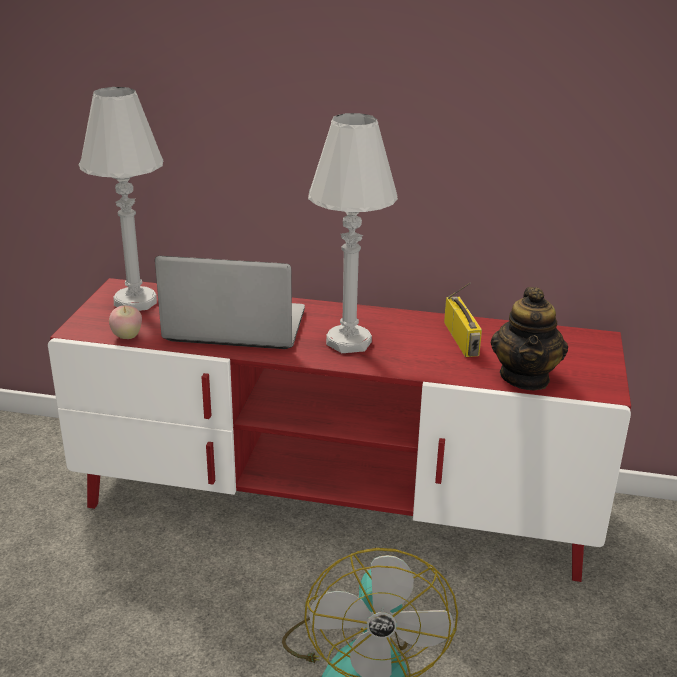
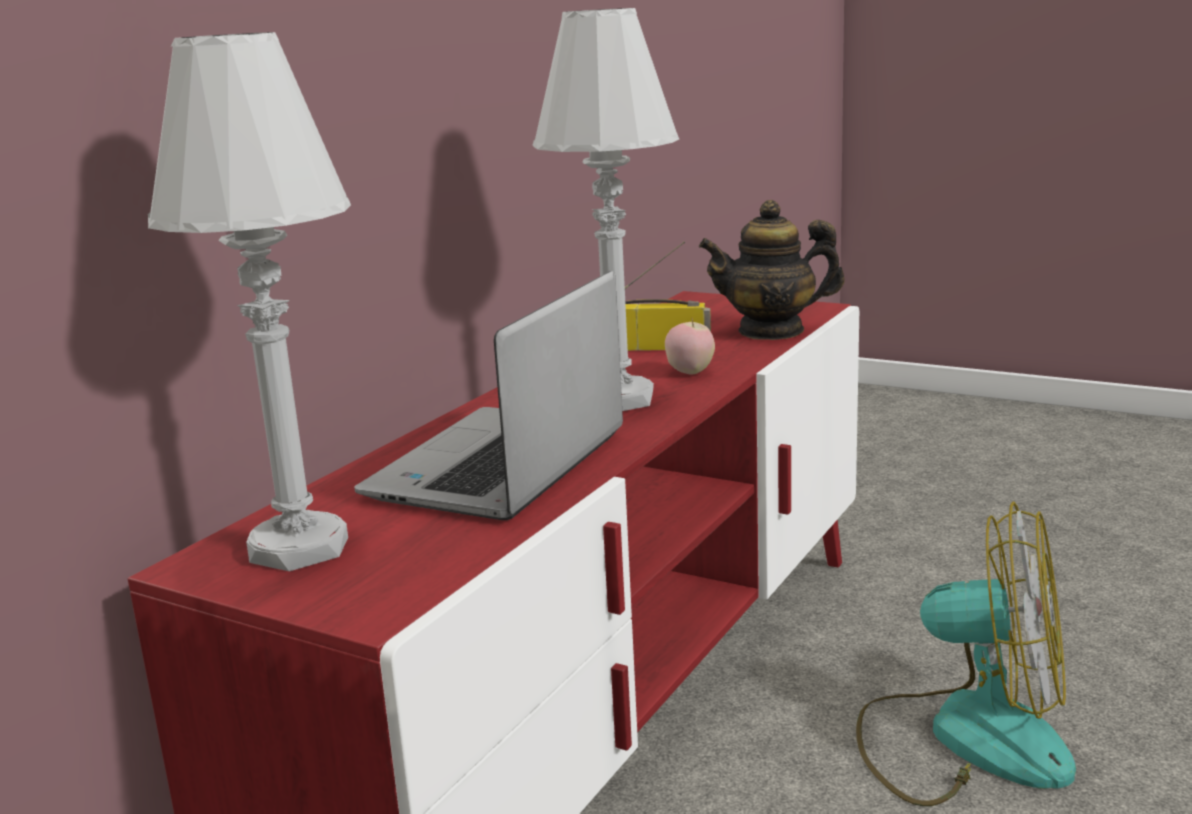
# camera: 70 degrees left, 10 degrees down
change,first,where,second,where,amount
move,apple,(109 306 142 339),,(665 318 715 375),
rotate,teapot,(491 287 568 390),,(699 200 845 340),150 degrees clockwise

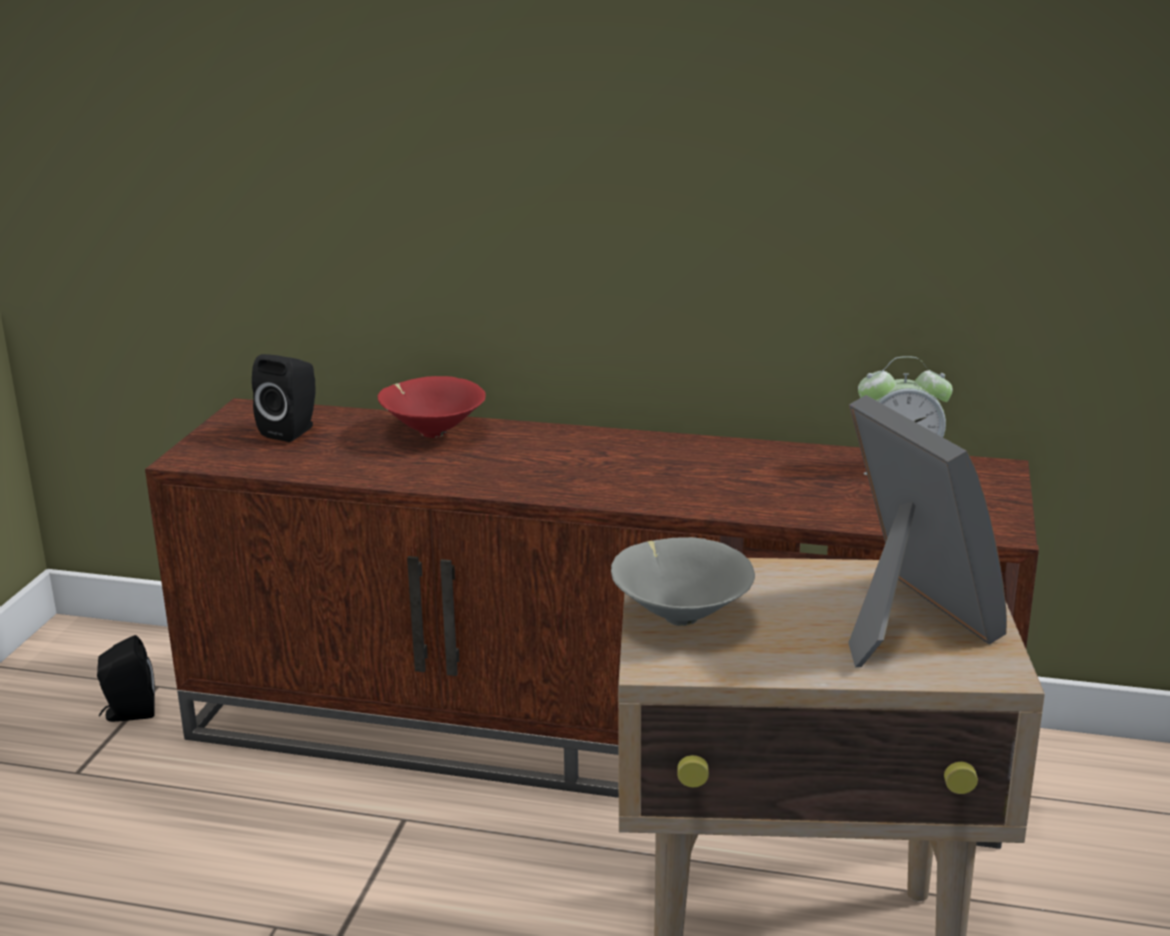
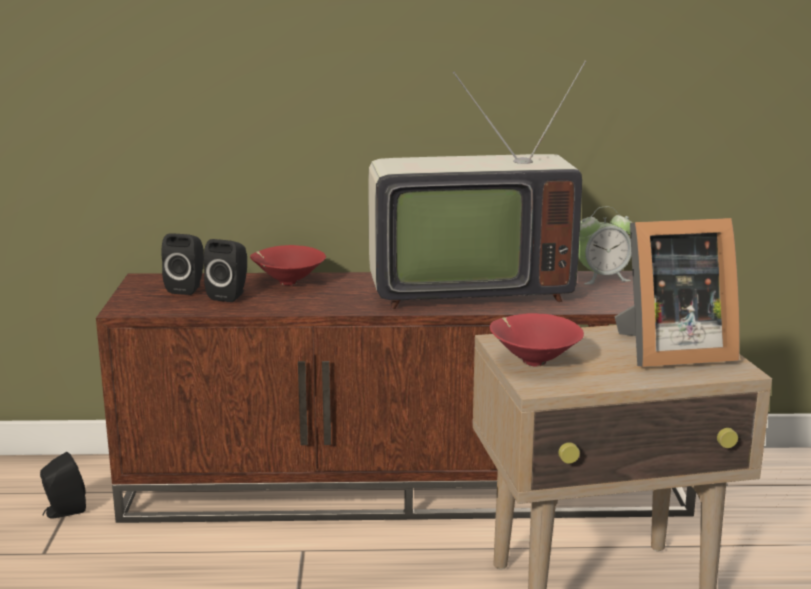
# camera: 15 degrees left, 5 degrees down
change,first,where,second,where,amount
recolor,grey_bowl,(611 537 755 626),red_bowl,(490 313 584 367),
rotate,picture_frame,(848 395 1007 667),,(614 218 740 367),120 degrees clockwise
insert,,,black_speaker,(204 239 247 302),
insert,,,television,(368 61 586 309),

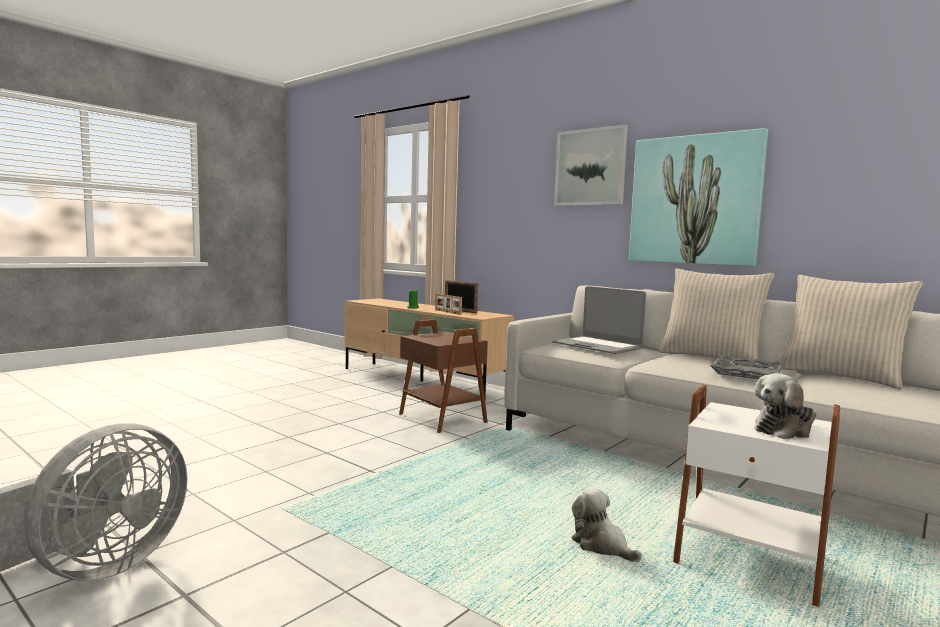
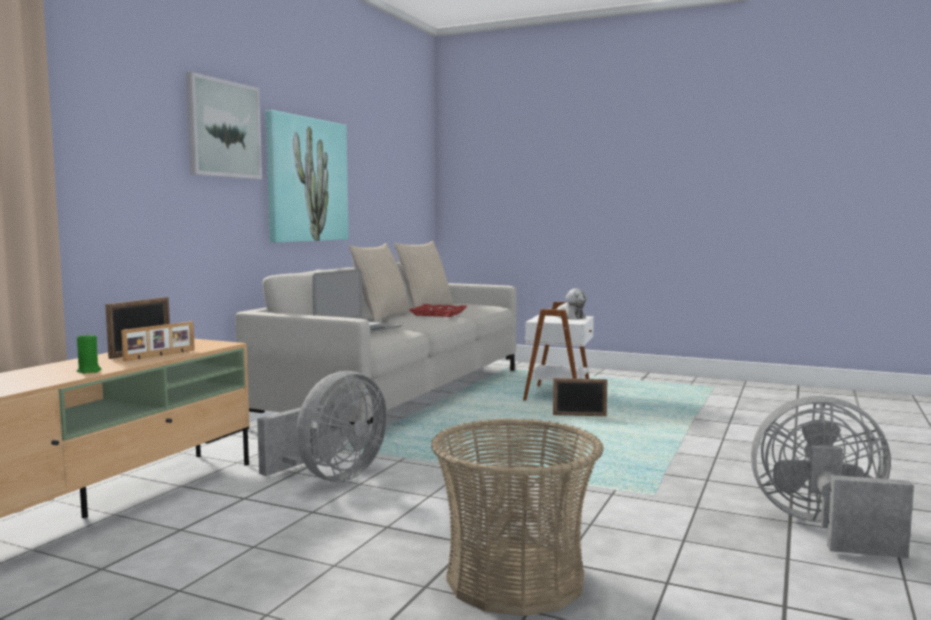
# camera: 105 degrees left, 0 degrees up
change,first,where,second,where,amount
replace,brown_side_table,(399 320 488 433),grey_fan,(257 371 387 481),
replace,plush_toy,(571 488 642 562),picture_frame,(553 378 607 416),
recolor,grey_tray,(710 355 785 379),red_tray,(409 304 467 317),
insert,,,basket,(431 419 604 616),

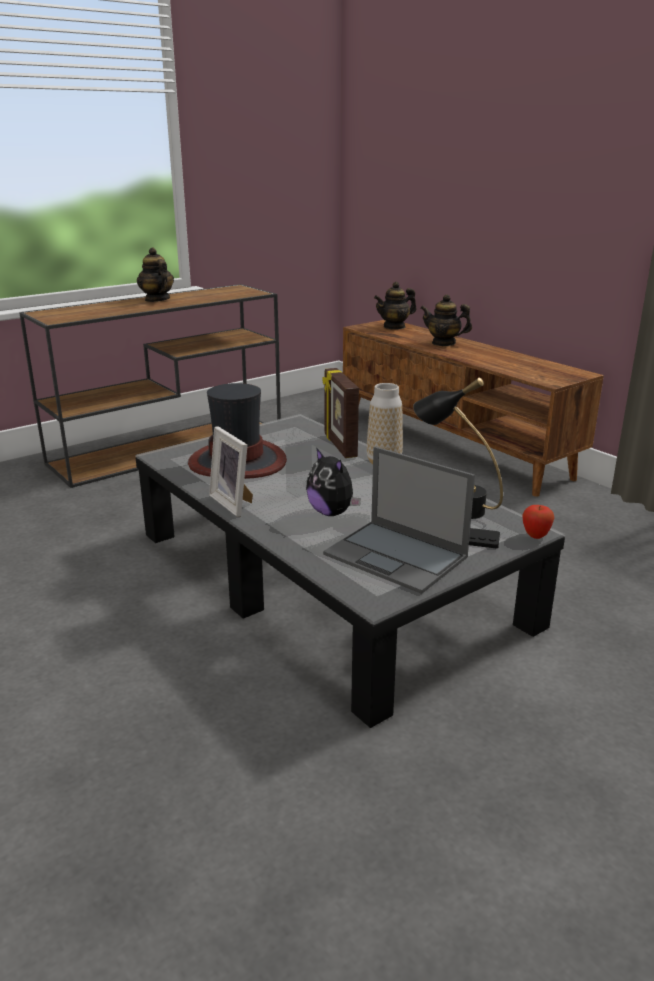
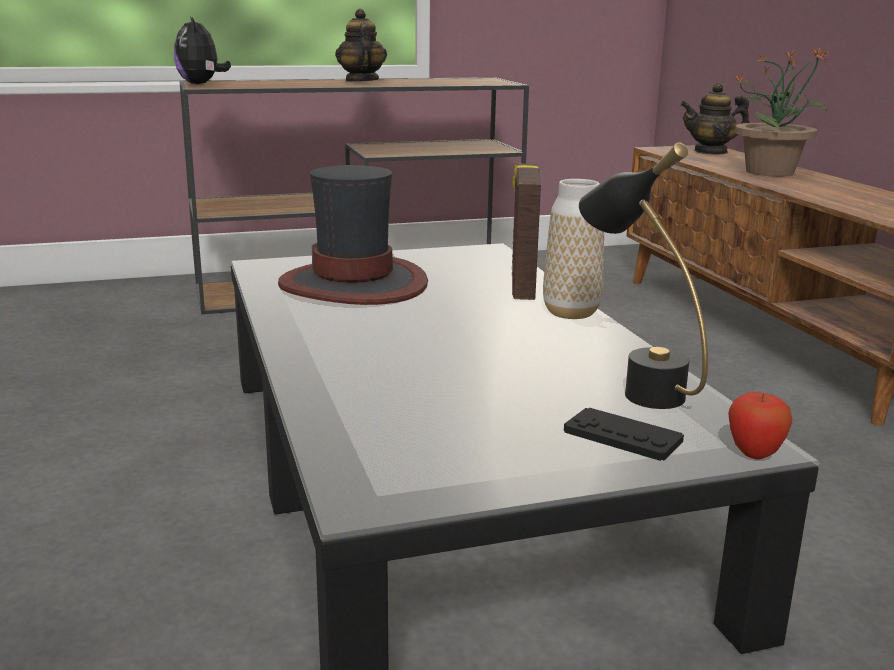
# camera: 20 degrees right, 5 degrees down
change,first,where,second,where,amount
delete,picture_frame,(209 426 253 517),,,
move,plush_toy,(306 448 361 516),,(174 16 231 84),
delete,laptop,(323 446 475 594),,,
replace,teapot,(421 294 472 346),potted_plant,(732 47 829 177),

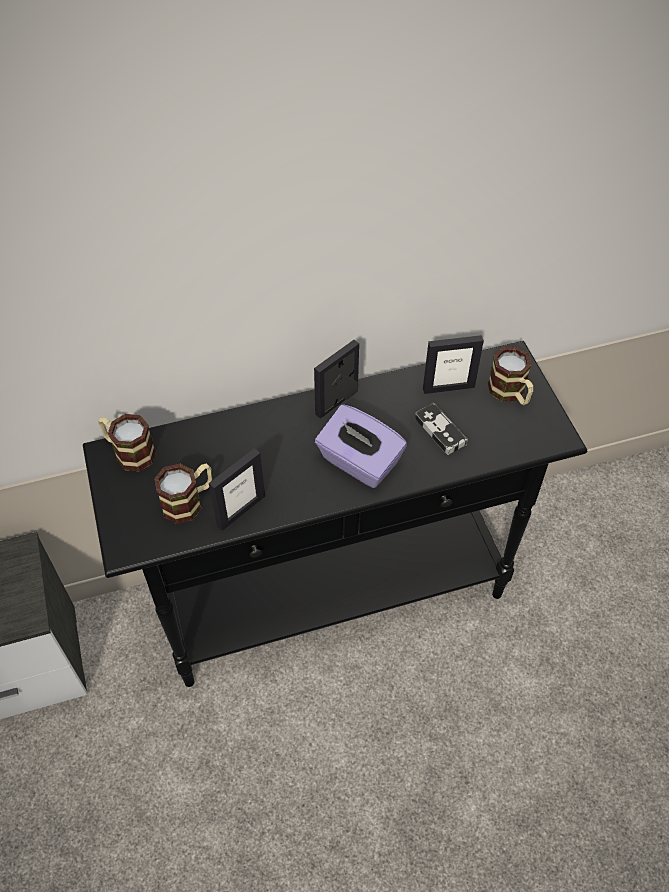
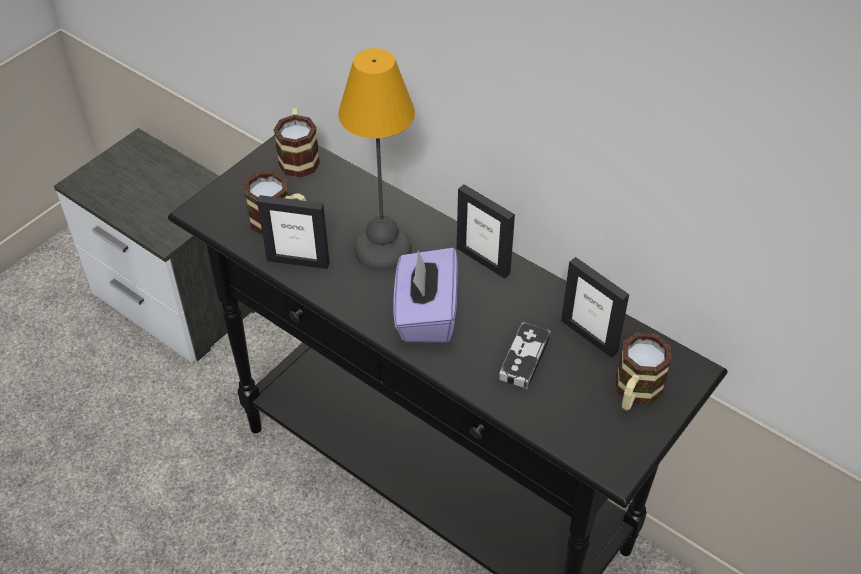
# camera: 55 degrees right, 5 degrees down
change,first,where,second,where,amount
rotate,picture_frame,(314 340 359 419),,(457 184 515 279),150 degrees counterclockwise
insert,,,table_lamp,(338 48 415 271),

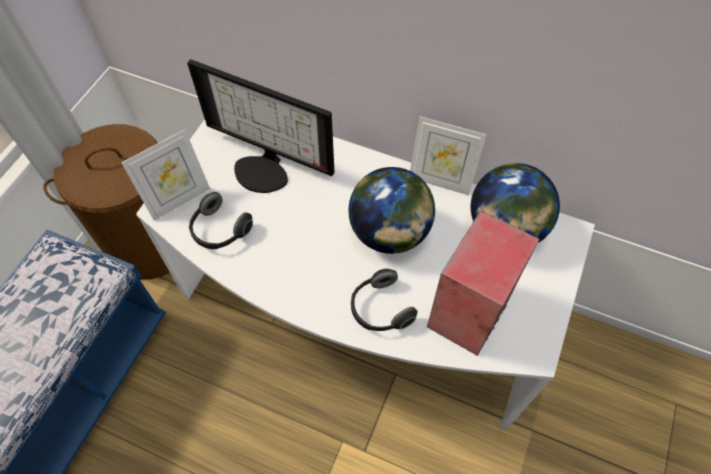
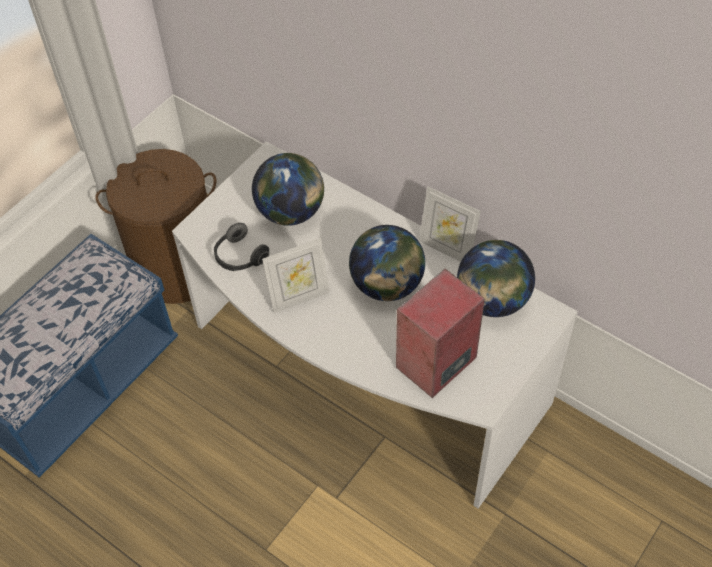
# camera: 15 degrees right, 5 degrees down
change,first,where,second,where,amount
move,picture_frame,(121 130 210 220),,(262 238 329 313),
replace,monitor,(187 59 334 193),globe,(252 153 324 226),
delete,headphones,(351 268 418 331),,,

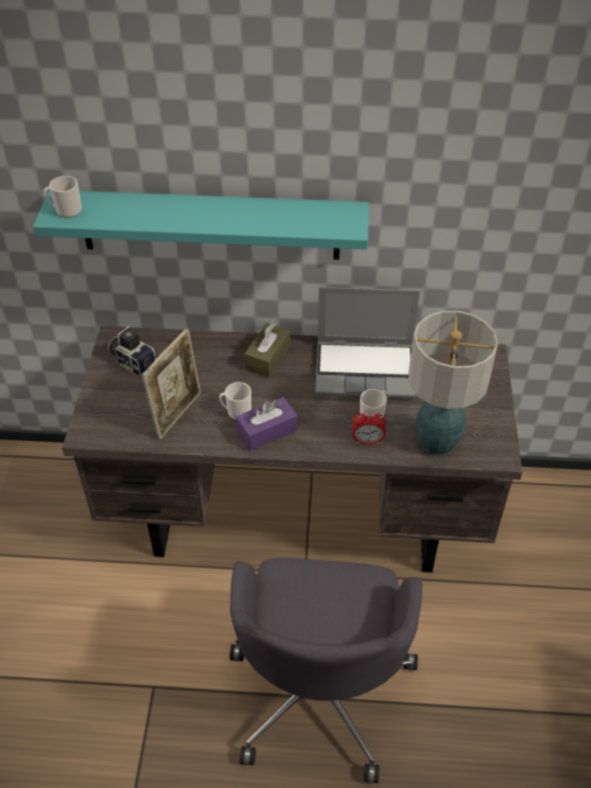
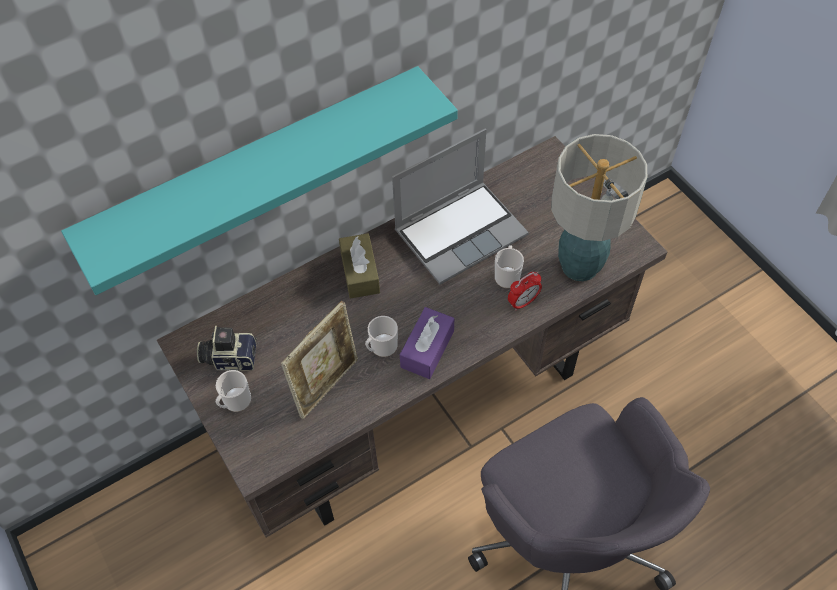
# camera: 35 degrees left, 10 degrees up
change,first,where,second,where,amount
move,mug,(44 176 82 218),,(216 370 251 412),
rotate,picture_frame,(142 328 201 440),,(281 301 358 419),45 degrees clockwise

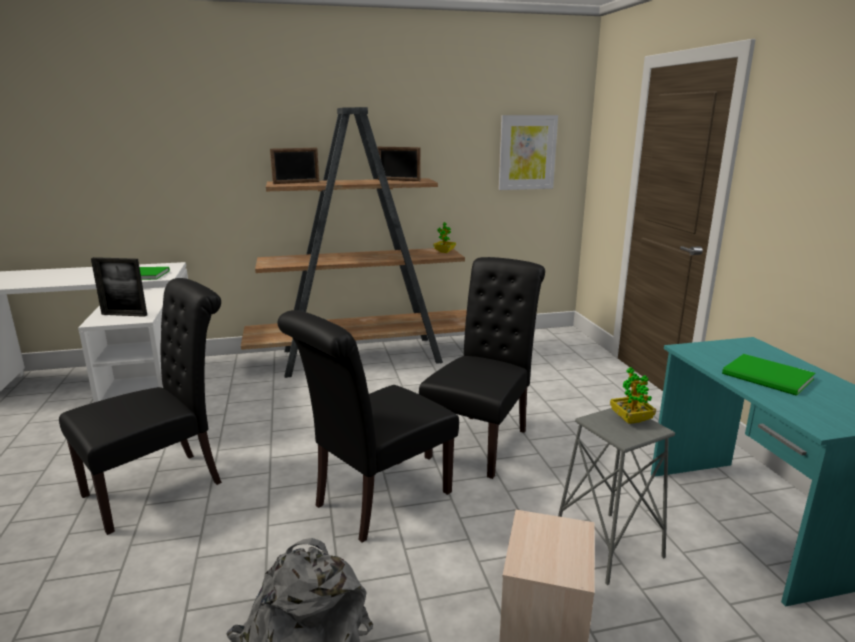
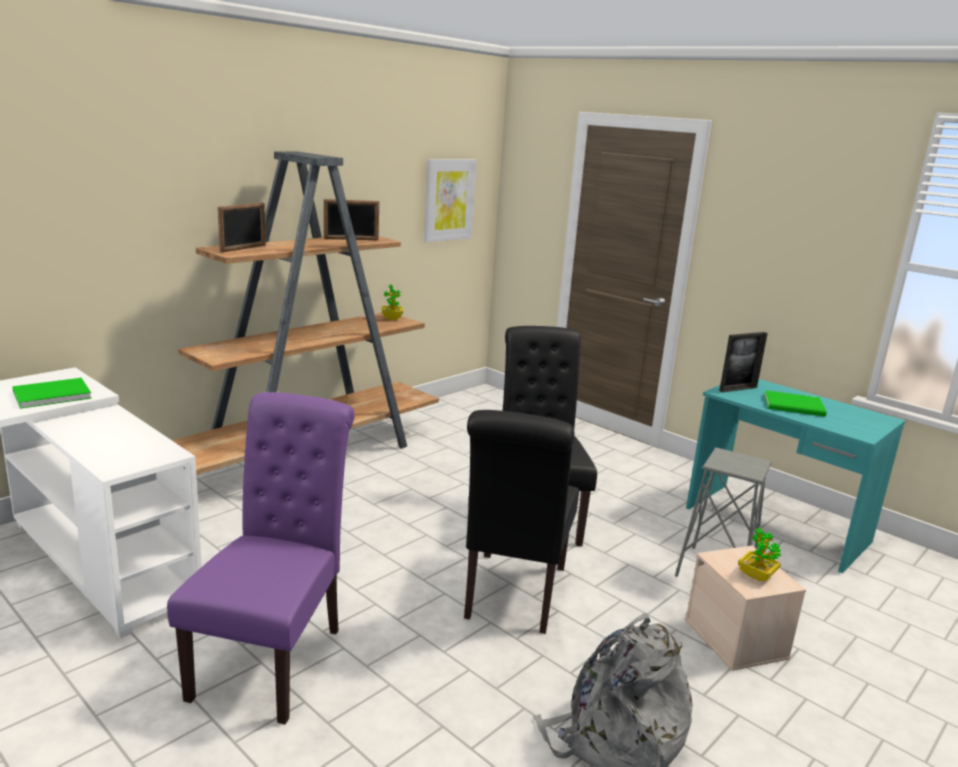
# camera: 35 degrees left, 0 degrees up
change,first,where,second,where,amount
recolor,black_chair,(59 278 222 535),purple_chair,(167 392 355 725),
move,picture_frame,(91 257 147 317),,(719 332 768 392),
move,potted_plant,(610 367 656 424),,(738 528 781 581),

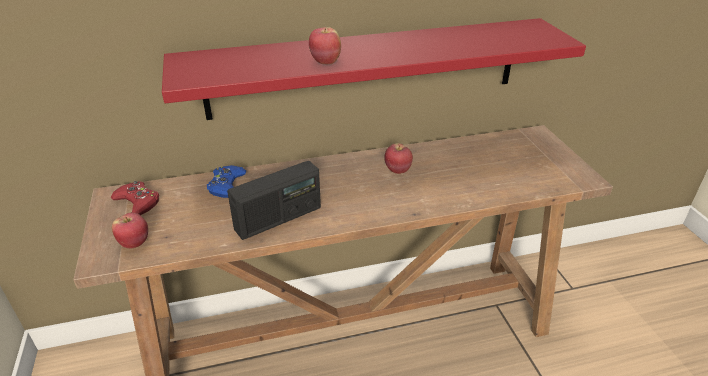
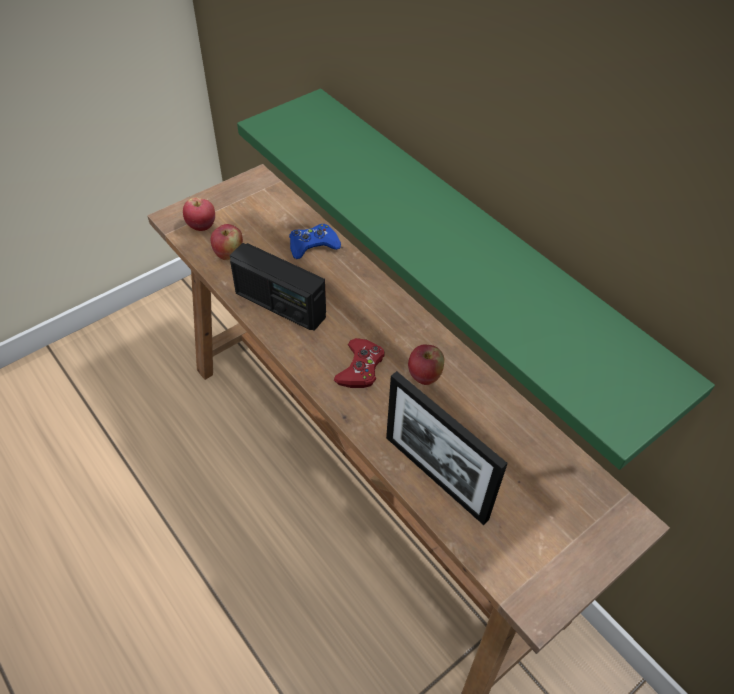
# camera: 65 degrees right, 15 degrees up
change,first,where,second,where,amount
move,red_game_controller,(111 181 159 215),,(334 338 384 388),
recolor,red_shelf,(162 18 586 120),green_shelf,(237 89 715 470),
move,apple,(309 27 341 64),,(211 224 243 260),
insert,,,picture_frame,(386 371 508 525),

